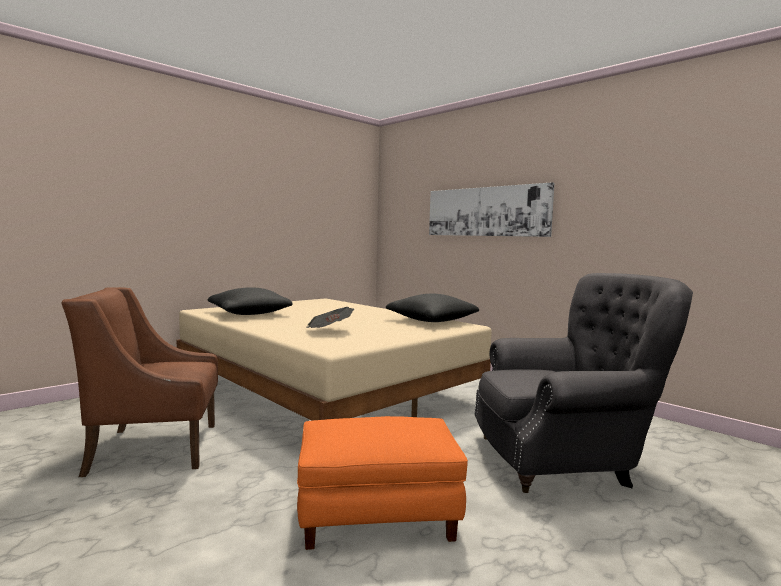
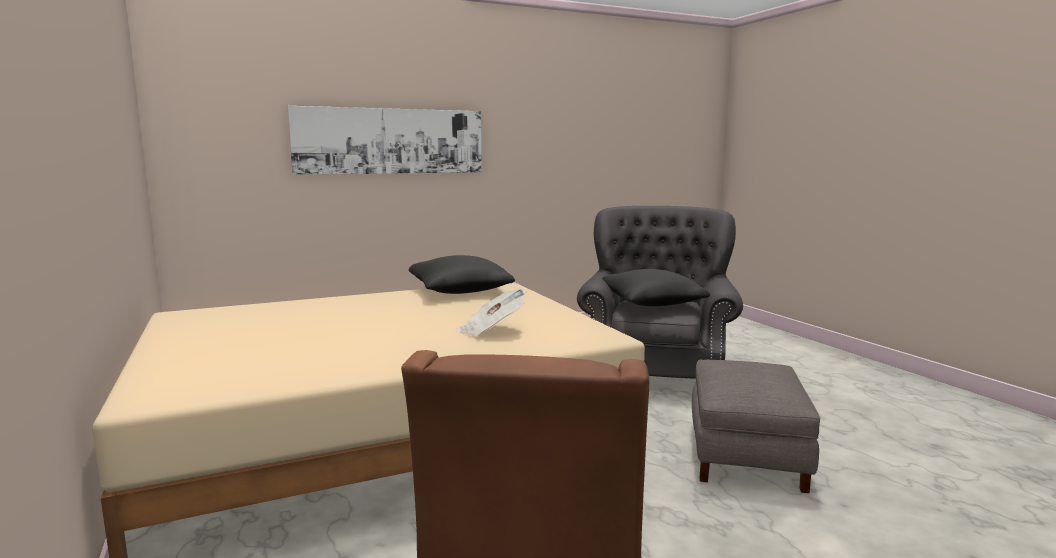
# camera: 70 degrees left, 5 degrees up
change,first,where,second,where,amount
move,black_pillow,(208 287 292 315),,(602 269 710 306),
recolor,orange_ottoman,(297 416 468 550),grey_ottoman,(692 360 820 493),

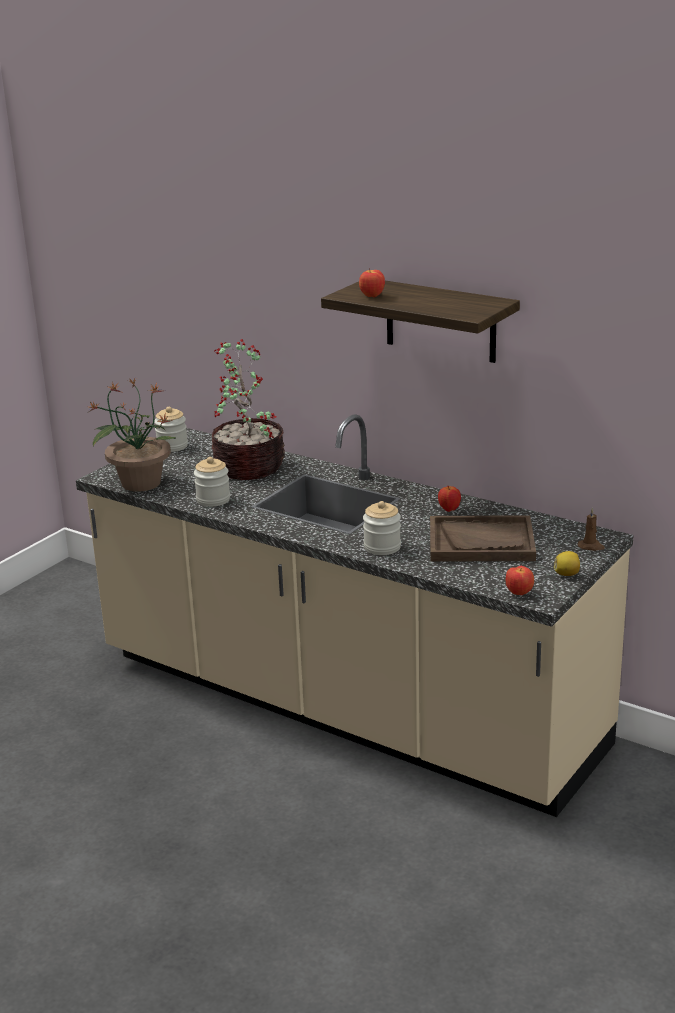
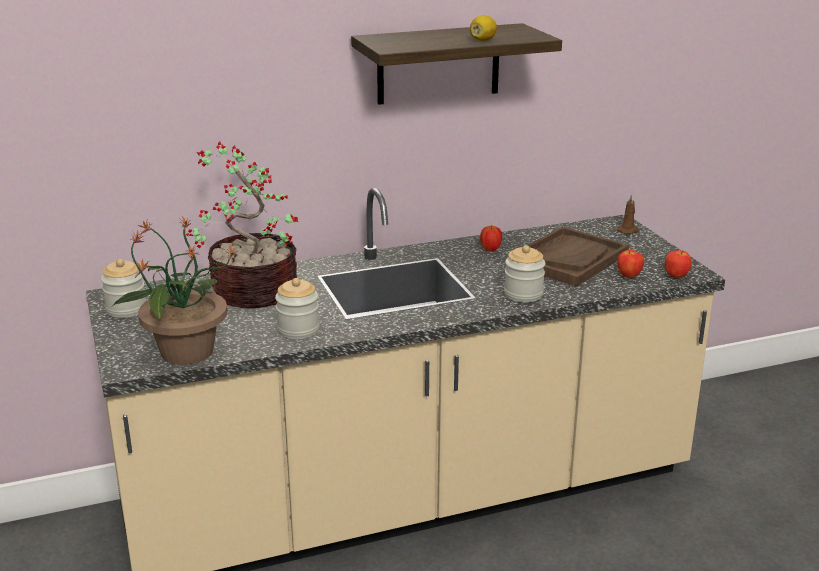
# camera: 55 degrees left, 0 degrees up
change,first,where,second,where,amount
move,apple,(359 269 385 297),,(617 249 644 278),
move,lemon,(554 551 580 576),,(470 15 497 41),

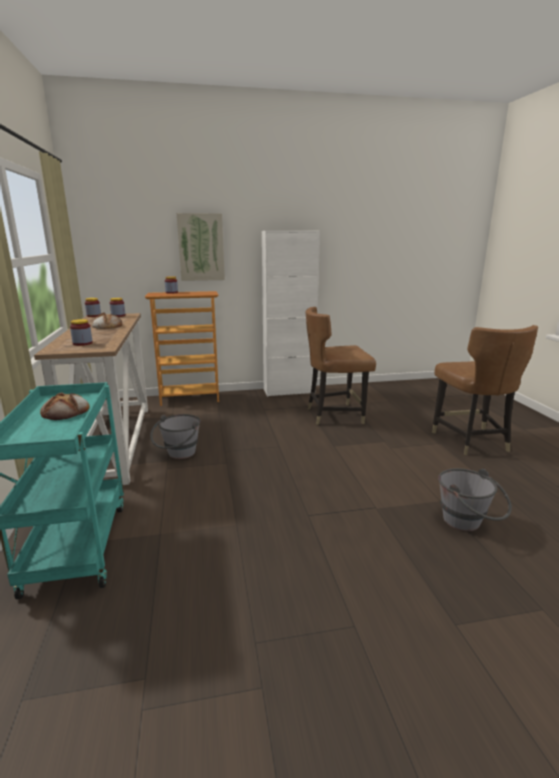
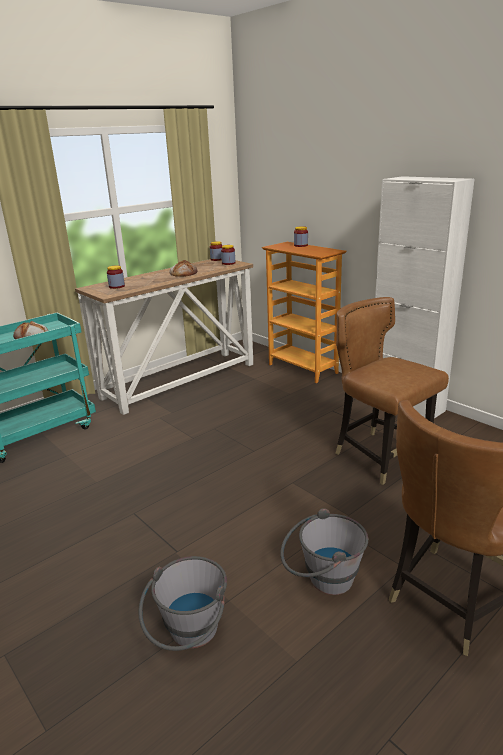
# camera: 60 degrees right, 5 degrees up
change,first,where,second,where,amount
move,grey_bucket,(150 414 201 459),,(280 508 368 595),
delete,picture,(176 213 225 281),,,

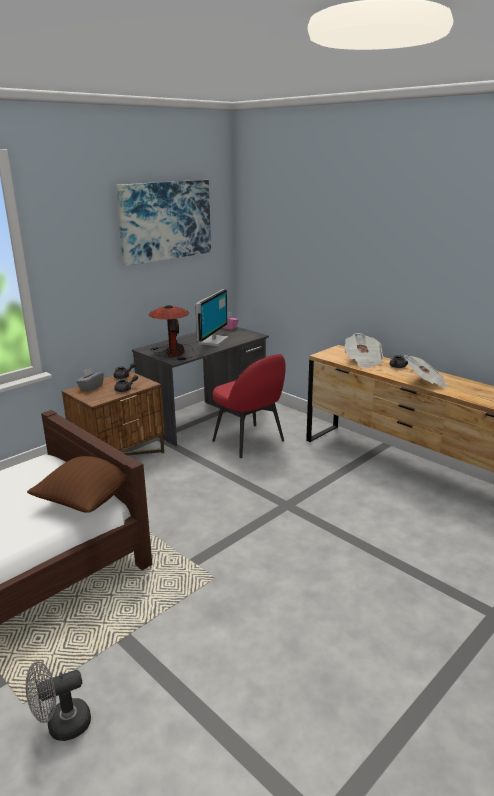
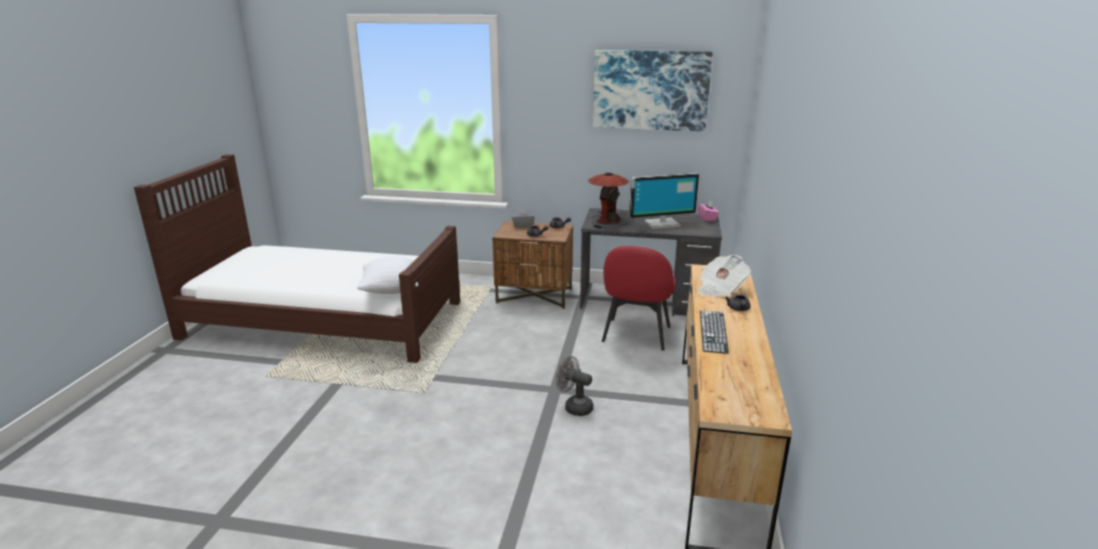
# camera: 55 degrees right, 0 degrees up
change,first,where,second,where,amount
move,grey_fan,(26 661 91 741),,(556 356 593 416),
recolor,brown_pillow,(27 456 126 513),white_pillow,(357 256 418 294),
replace,newspaper,(404 355 448 388),keyboard,(700 311 729 354),

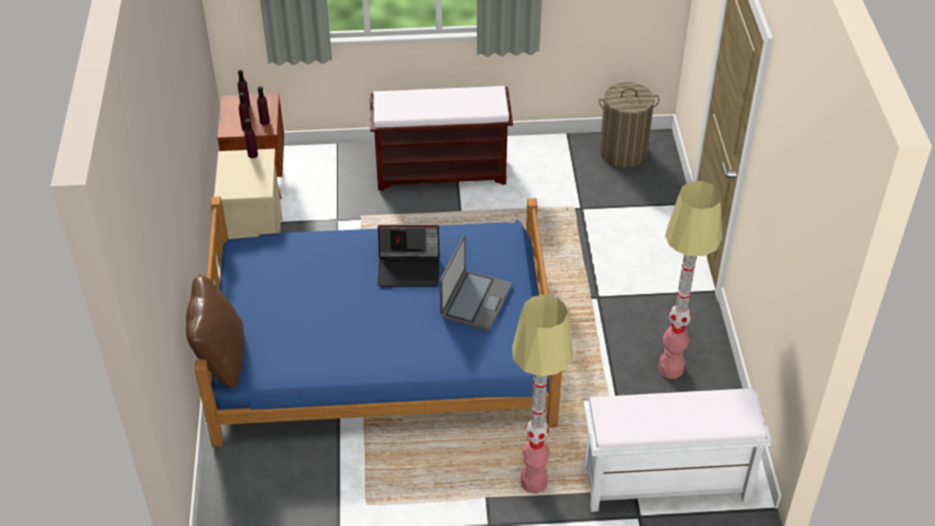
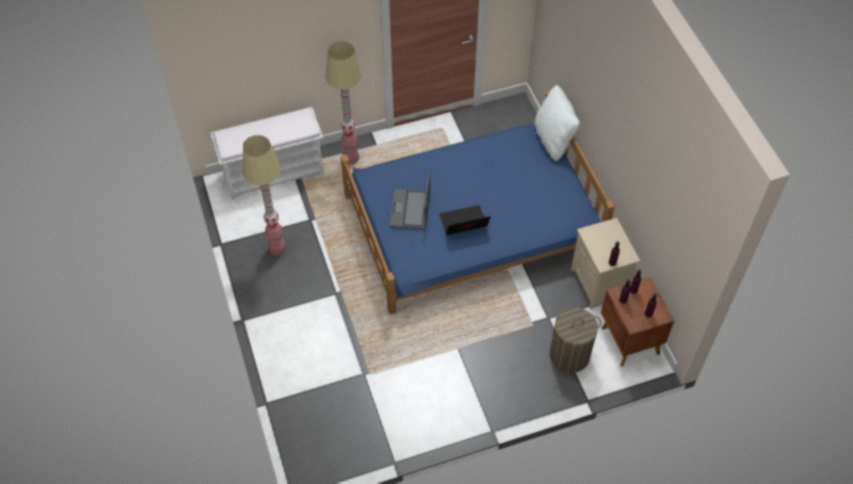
# camera: 165 degrees right, 10 degrees up
change,first,where,second,where,amount
recolor,brown_pillow,(186 274 244 389),white_pillow,(534 85 580 161),
delete,brown_bench,(369 86 513 191),,,
move,laundry_basket,(598 82 660 168),,(550 308 601 373),

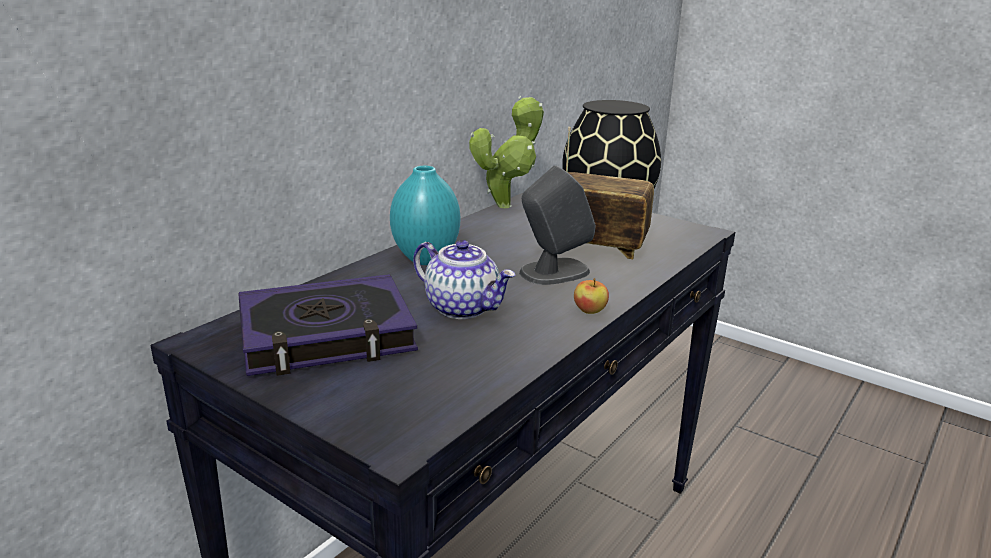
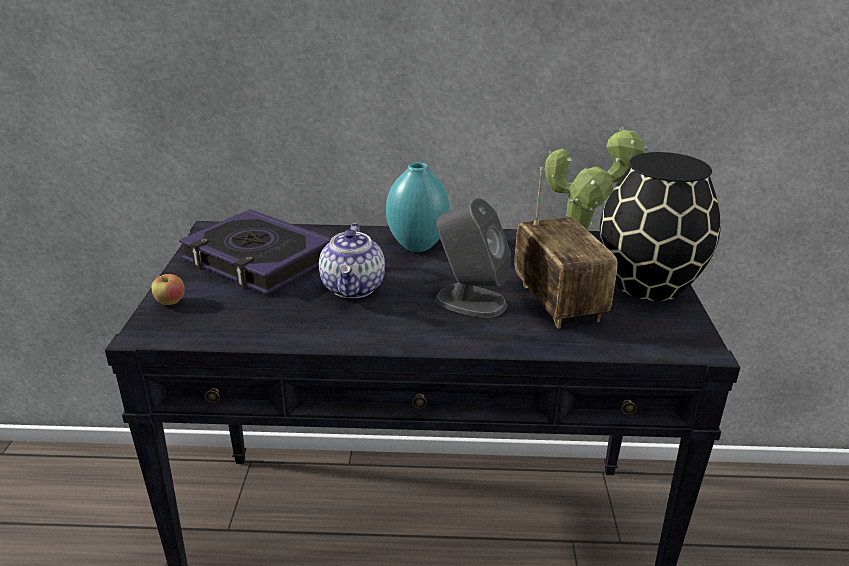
# camera: 55 degrees right, 5 degrees up
change,first,where,second,where,amount
move,apple,(574 278 609 314),,(151 273 185 305),

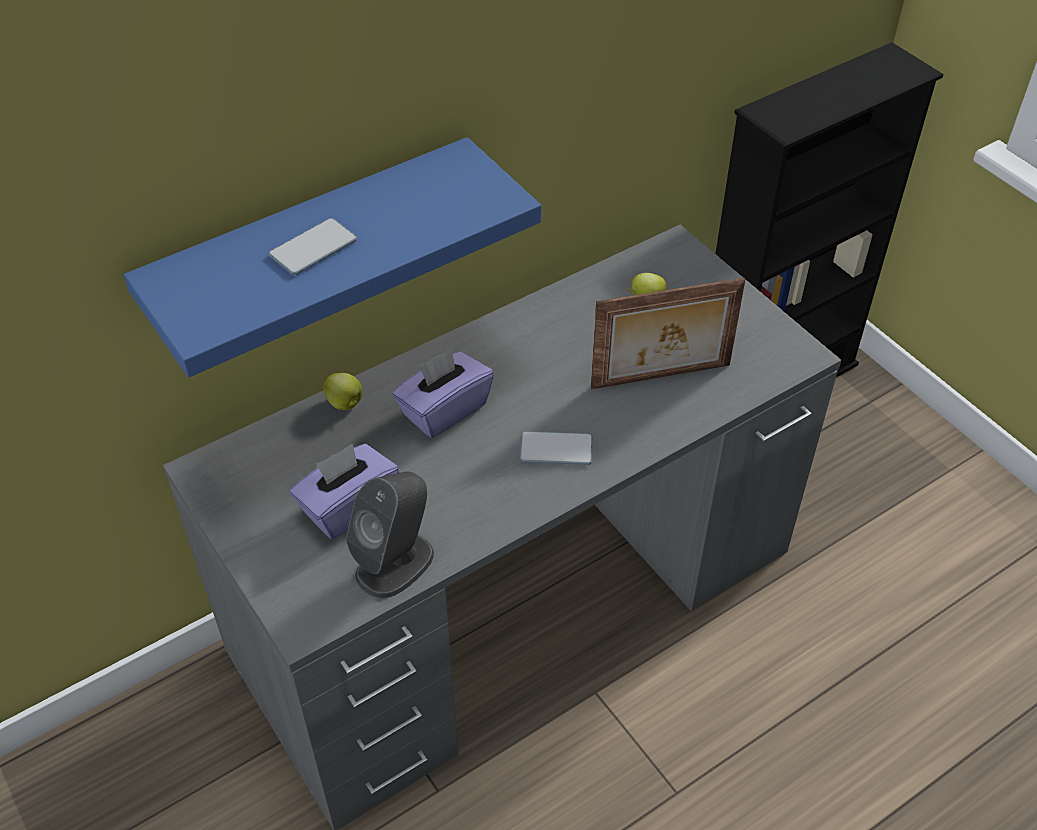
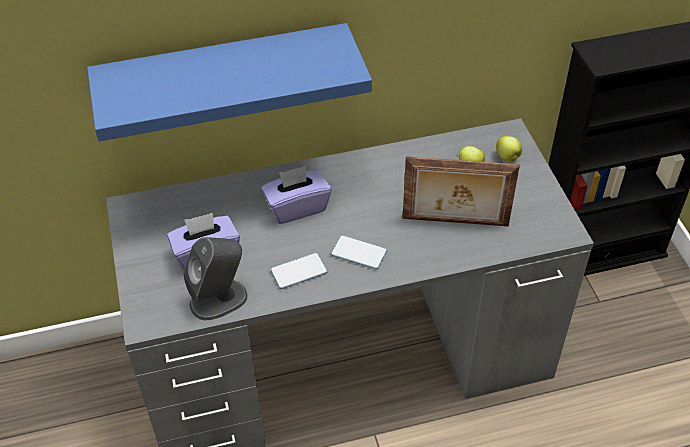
# camera: 20 degrees right, 0 degrees up
change,first,where,second,where,amount
move,phone,(269 218 357 275),,(271 253 328 289),
move,apple,(323 373 363 410),,(496 136 522 162),

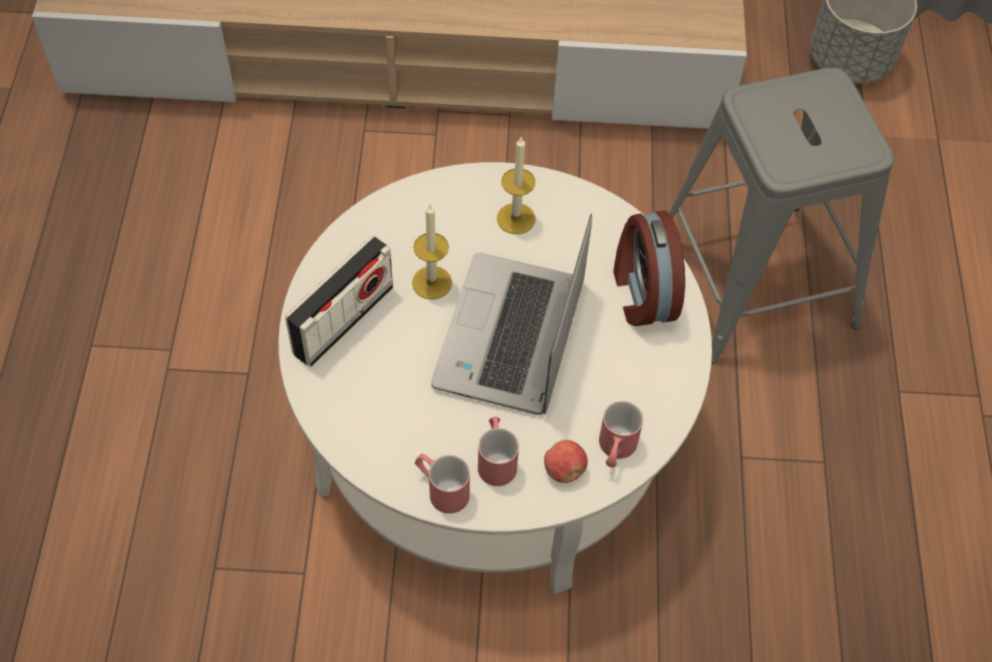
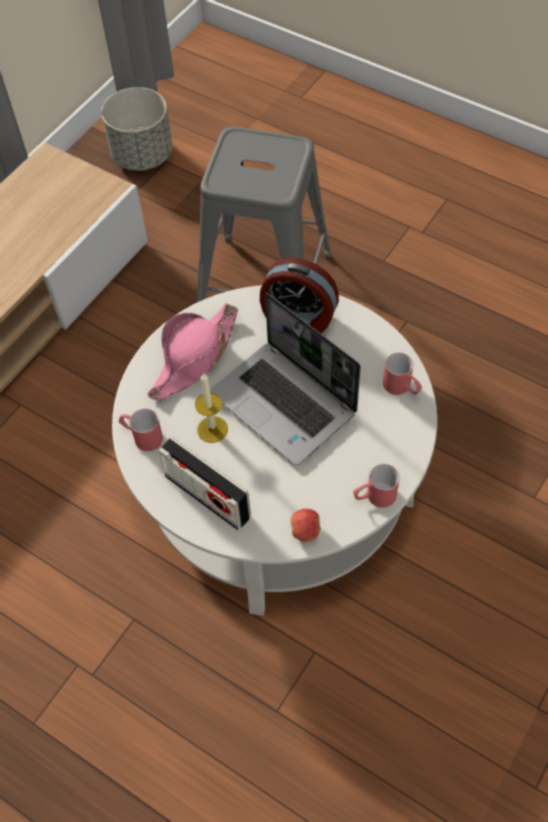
# camera: 55 degrees left, 0 degrees up
change,first,where,second,where,amount
rotate,radio,(285 236 393 367),,(159 437 251 530),150 degrees clockwise
move,red_mug,(478 417 519 486),,(119 408 163 451),
replace,candle,(497 137 535 234),pink_hat,(147 303 238 401),
move,apple,(544 440 588 483),,(290 509 321 542),

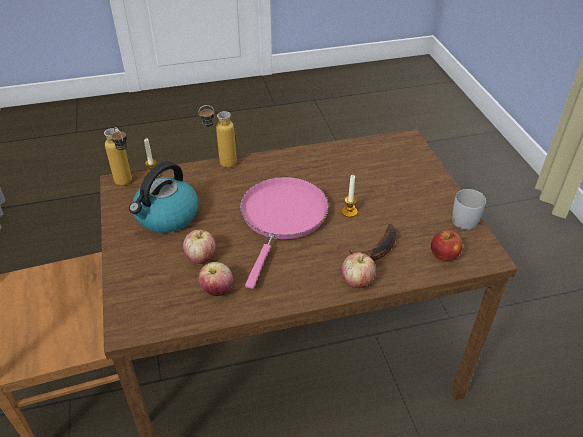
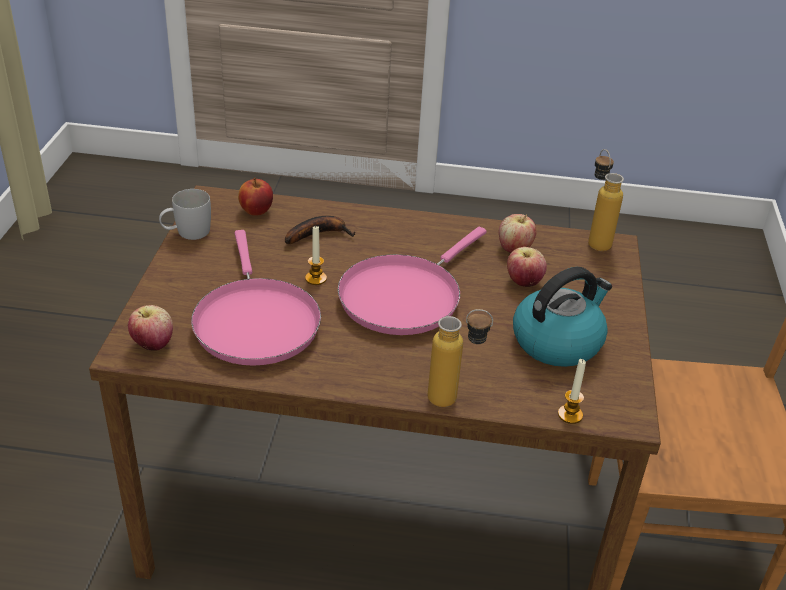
# camera: 160 degrees left, 5 degrees down
change,first,where,second,where,amount
move,bottle,(104 127 132 186),,(588 149 624 251),
move,apple,(342 252 376 288),,(128 305 173 351),
insert,,,pink_frying_pan,(191 230 321 366),

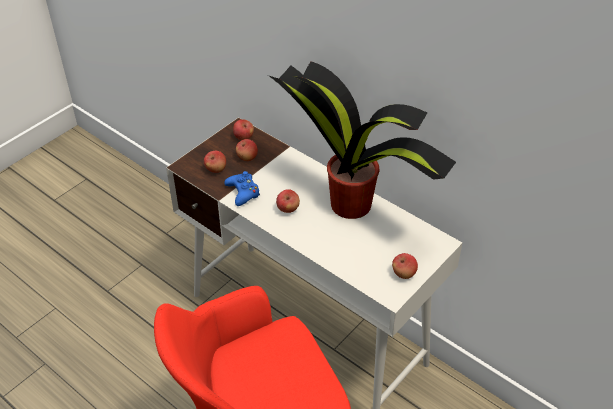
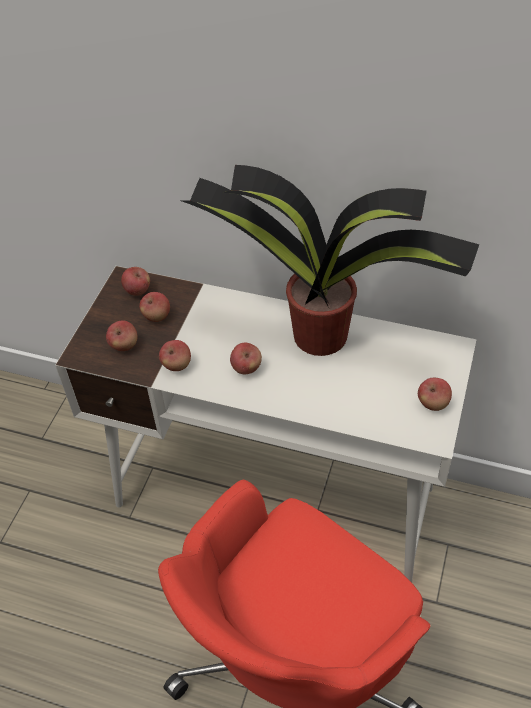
# camera: 20 degrees left, 5 degrees up
change,first,where,second,where,amount
replace,blue_game_controller,(224 171 260 206),apple,(159 340 191 371),

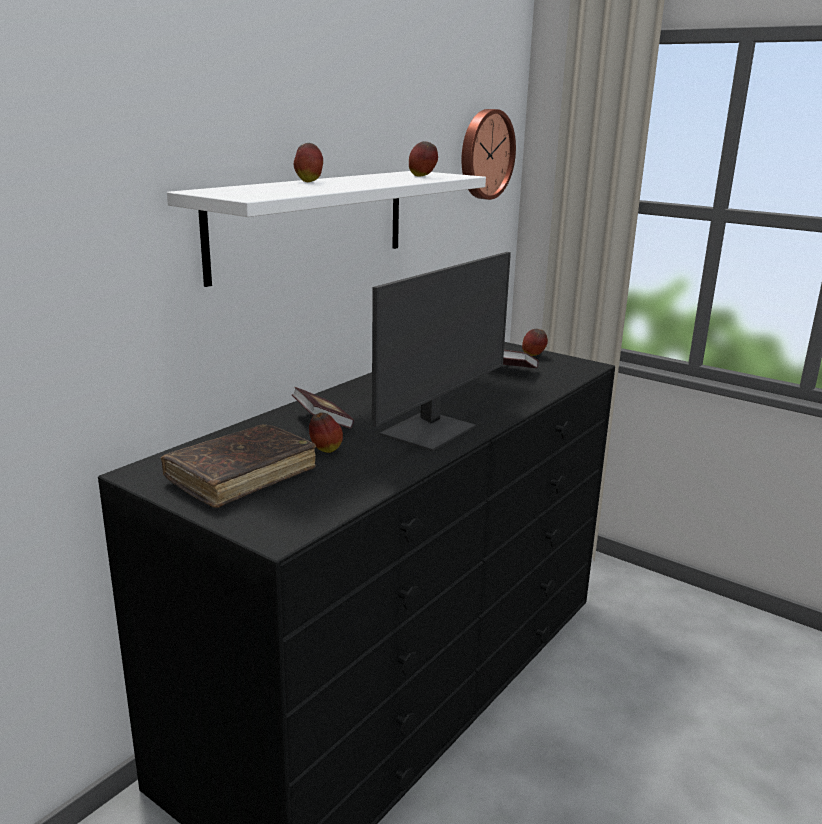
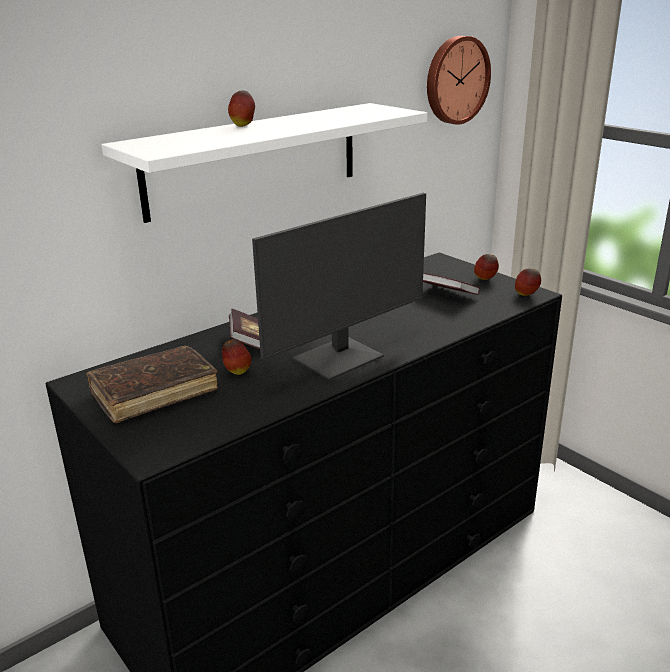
# camera: 15 degrees right, 5 degrees up
change,first,where,second,where,amount
move,apple,(409 141 438 177),,(515 268 541 296),

